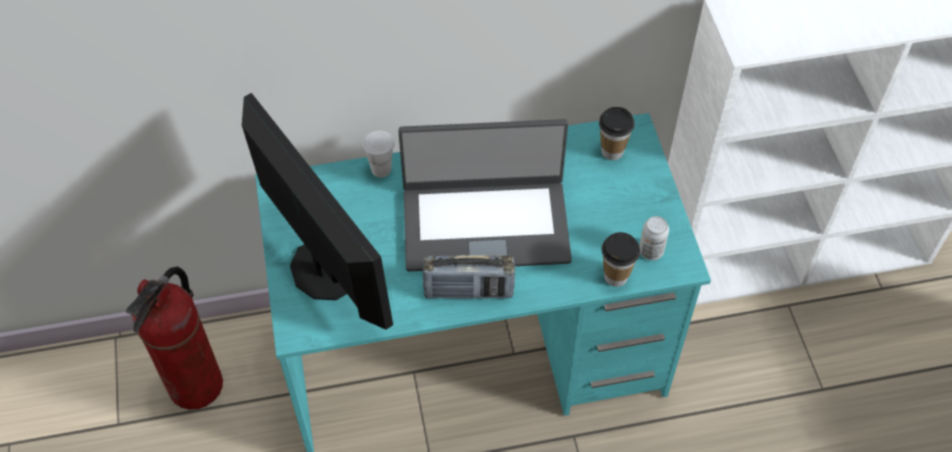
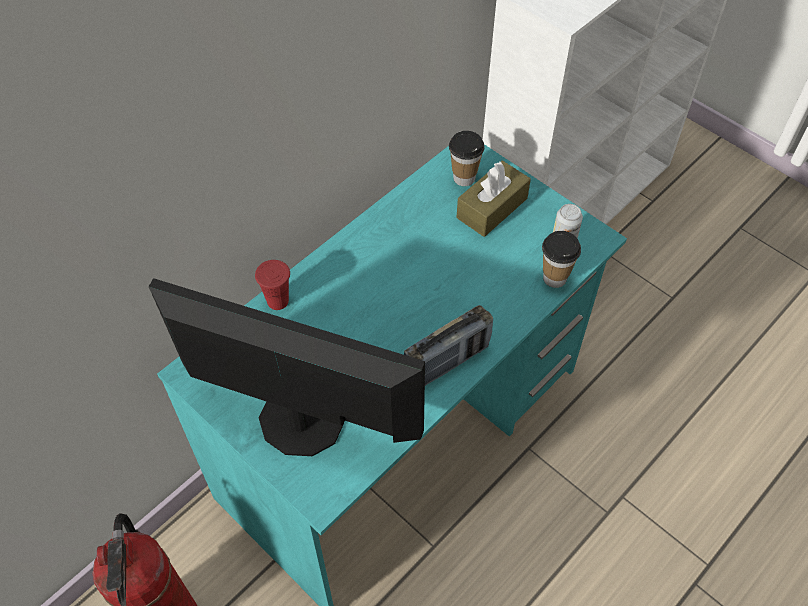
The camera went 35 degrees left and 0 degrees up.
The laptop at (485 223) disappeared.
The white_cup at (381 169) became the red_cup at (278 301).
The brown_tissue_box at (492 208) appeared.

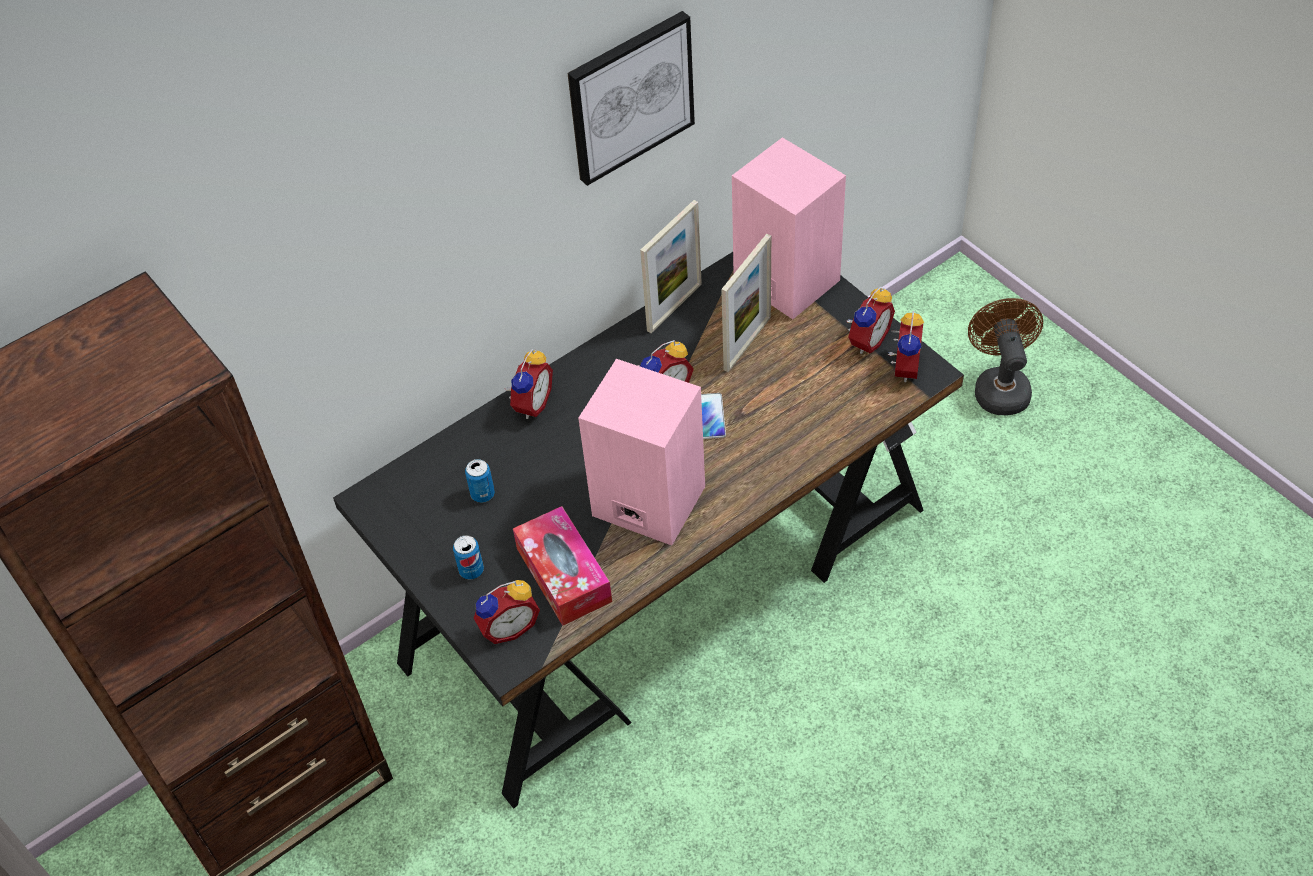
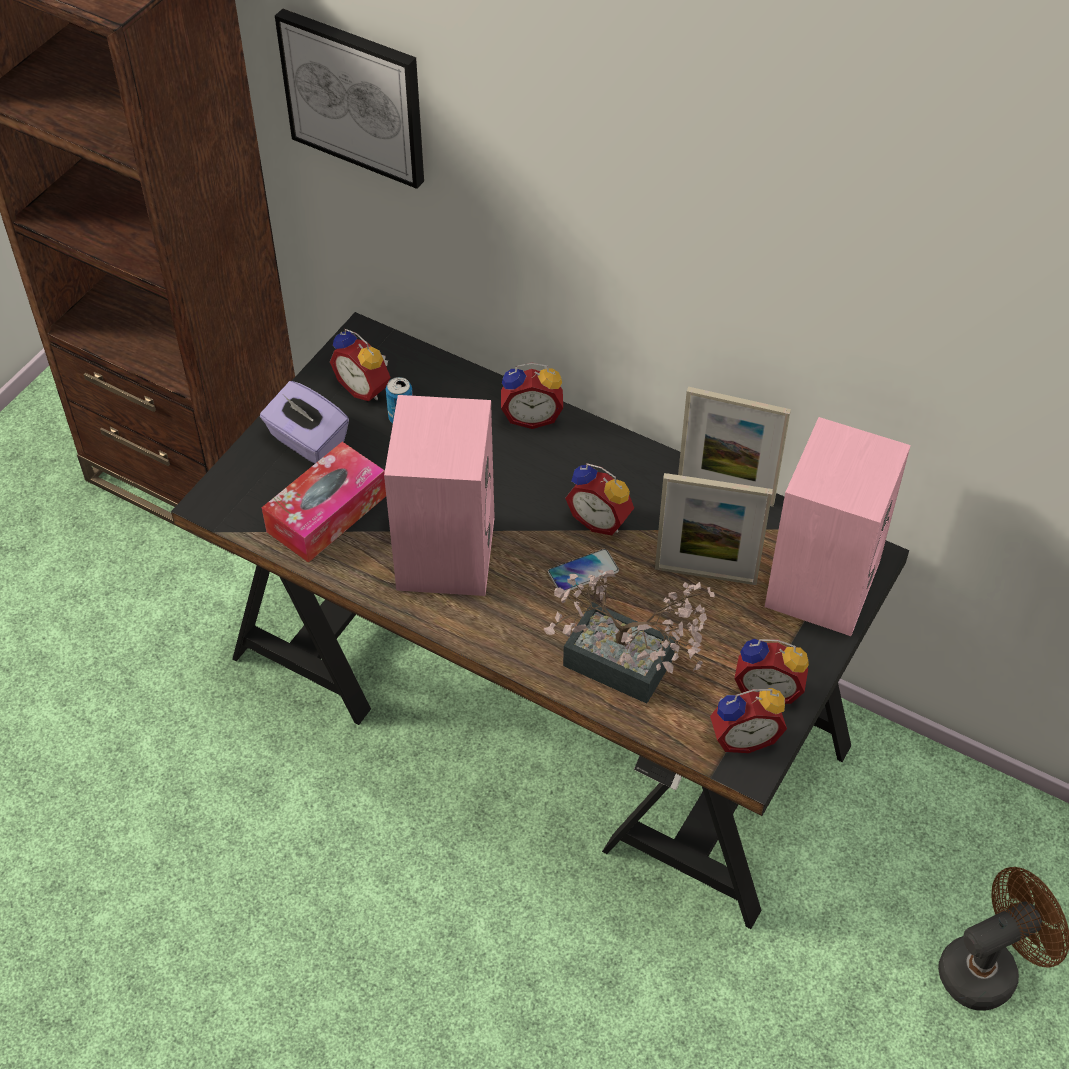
The camera went 65 degrees right and 0 degrees up.
The picture moved from (630 96) to (355 96).
The can at (471 570) was replaced by the purple_tissue_box at (307 440).
The alarm_clock moved from (508 626) to (365 387).
The potted_plant at (629 668) appeared.

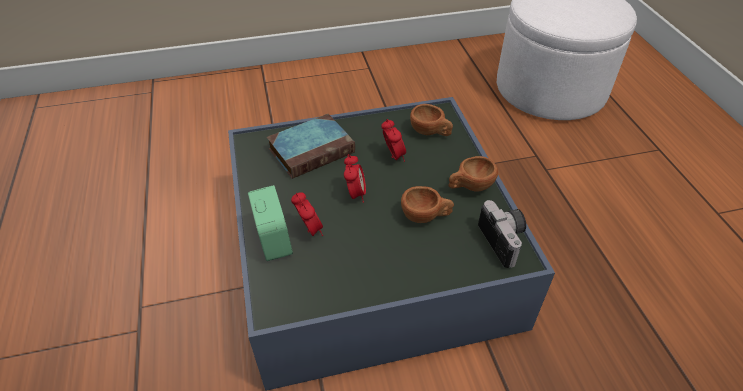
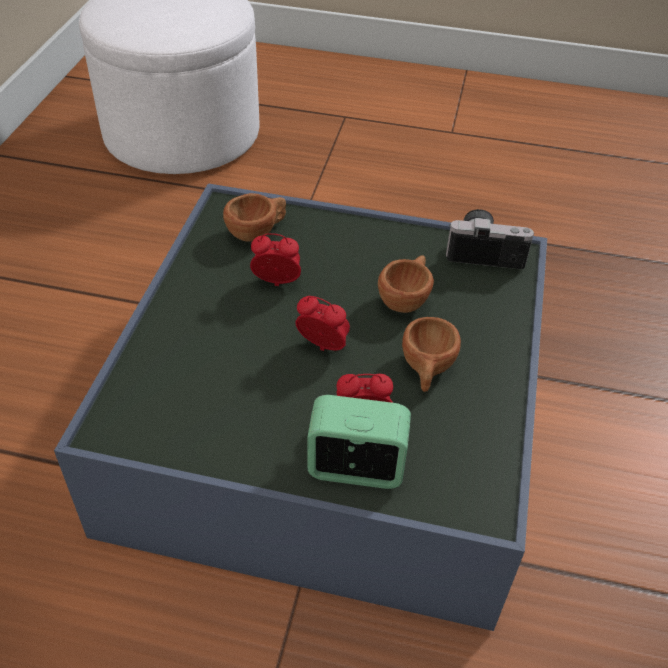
The camera went 65 degrees left and 0 degrees up.
The book at (312 149) disappeared.
The brown_cup moved from (470 186) to (427 370).

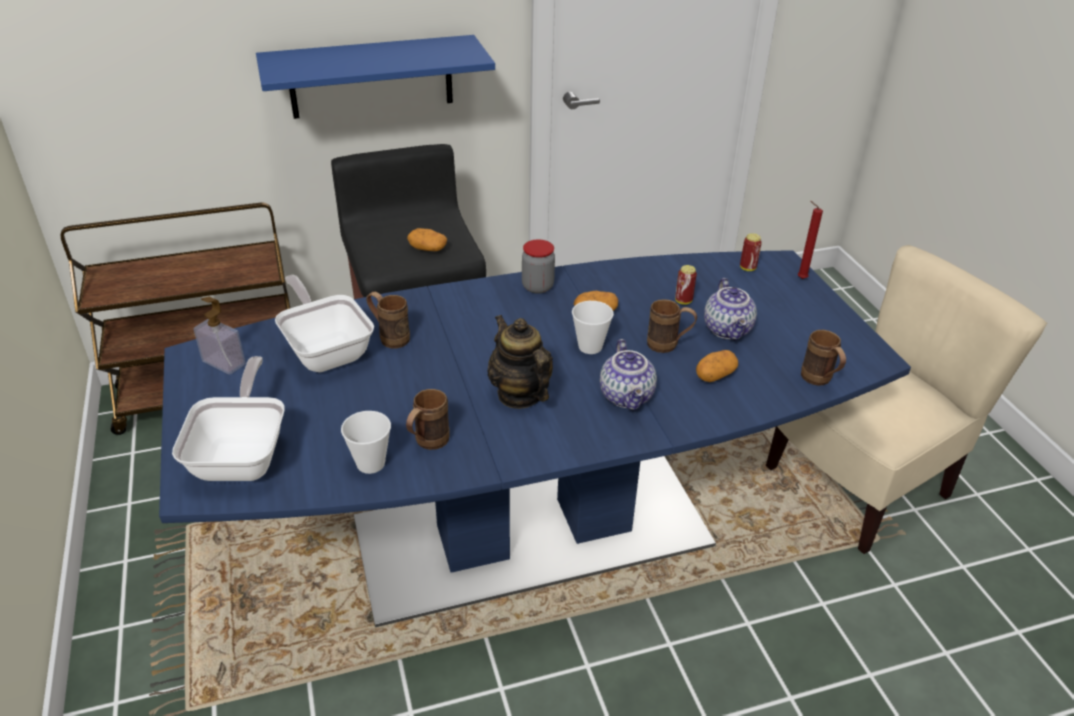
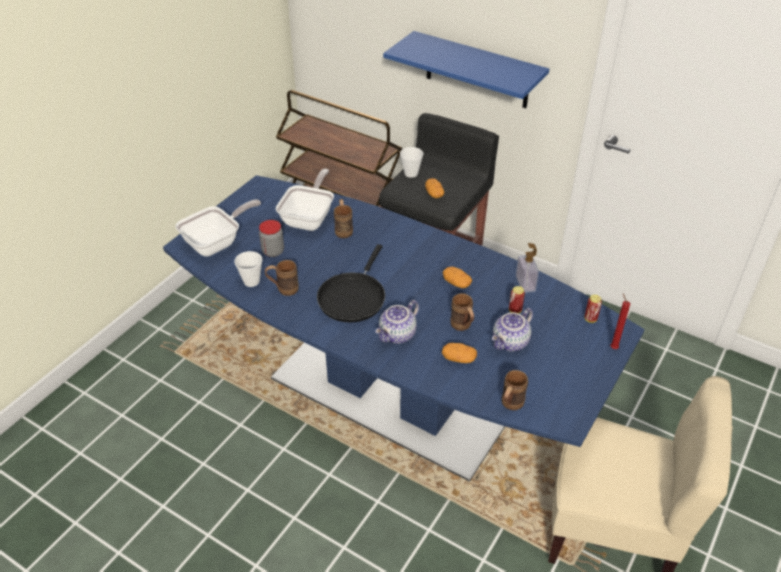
The camera went 50 degrees right and 5 degrees up.
The jar moved from (537 287) to (273 251).
The soap_dispenser moved from (224 363) to (525 283).
The cup moved from (590 347) to (411 173).
The teapot at (520 394) was replaced by the black_frying_pan at (353 297).

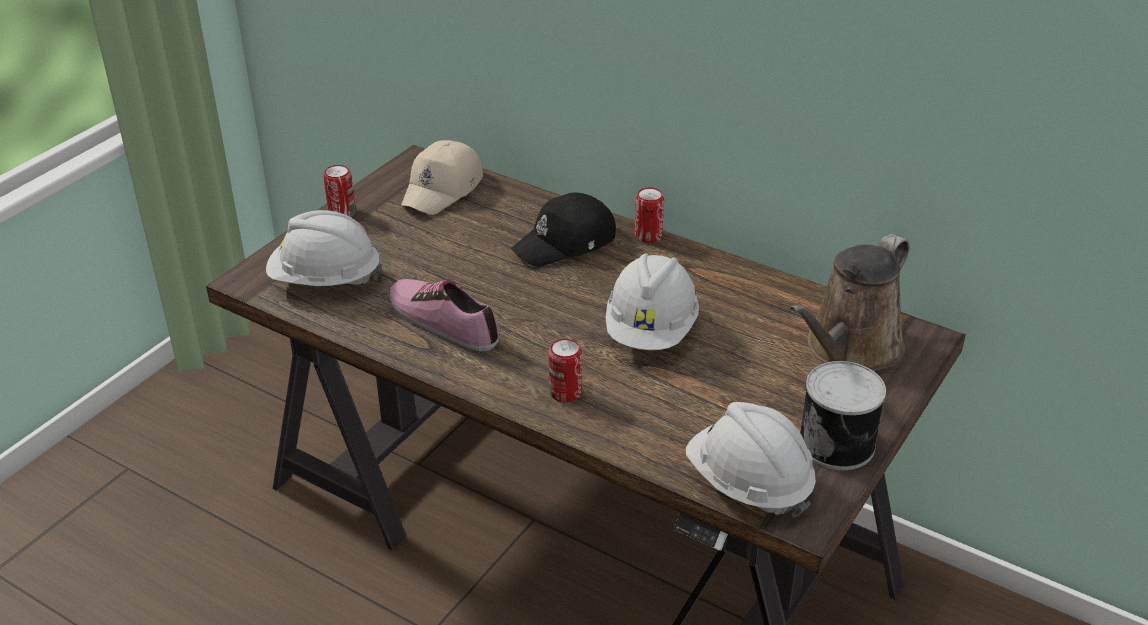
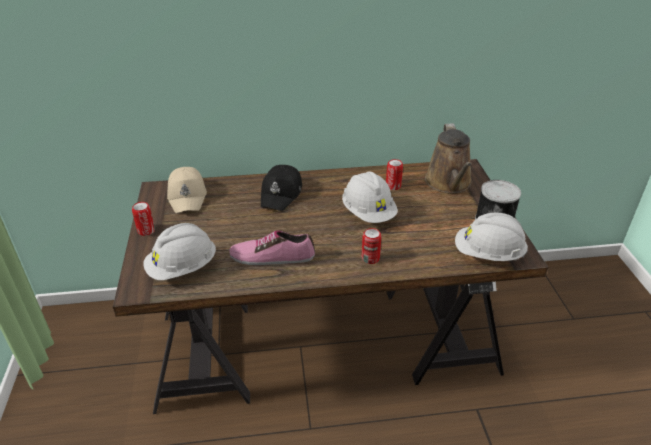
The camera went 40 degrees left and 0 degrees up.
The can moved from (648 236) to (393 186).

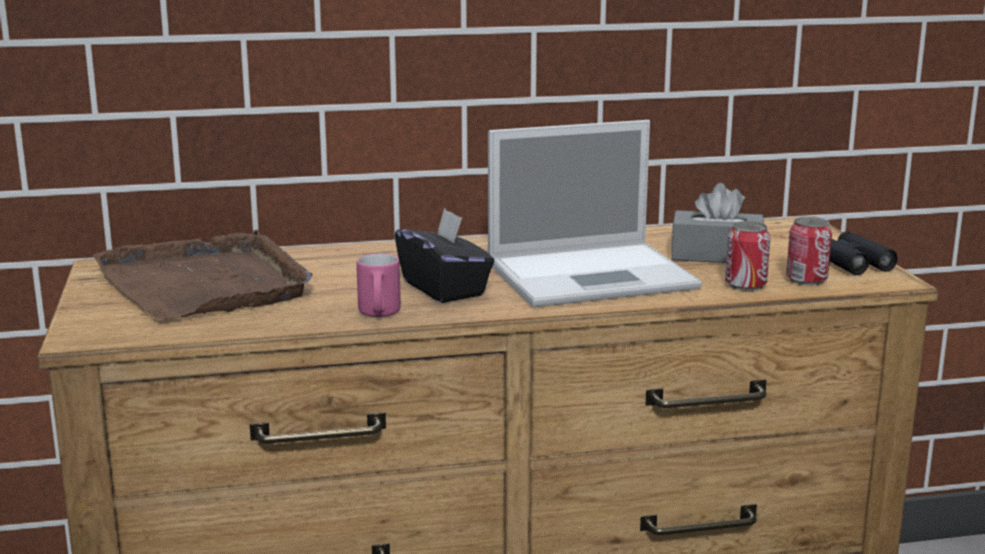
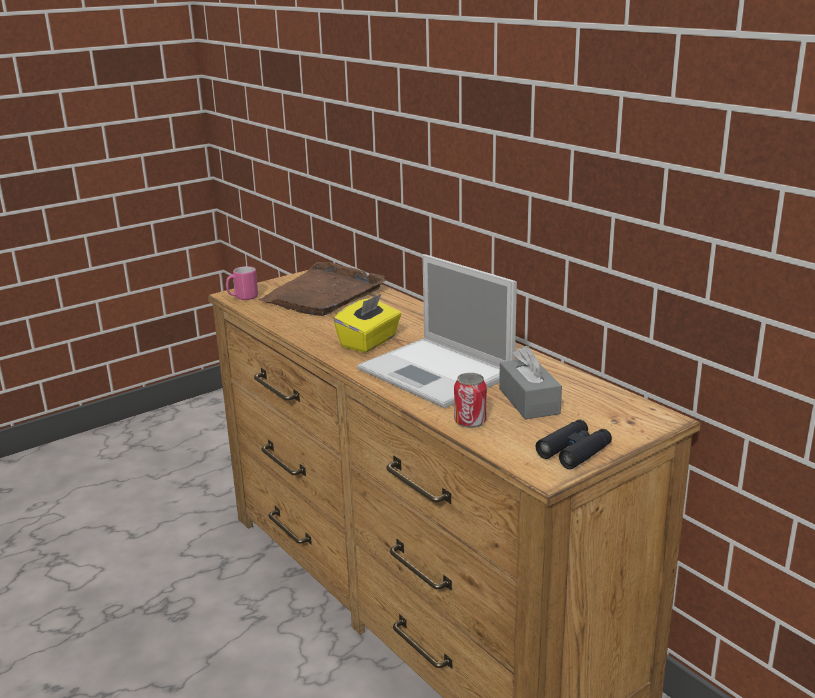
The camera went 65 degrees right and 5 degrees up.
The black_tissue_box at (444 288) became the yellow_tissue_box at (369 342).
The can at (806 280) disappeared.
The pink_mug moved from (379 314) to (242 298).

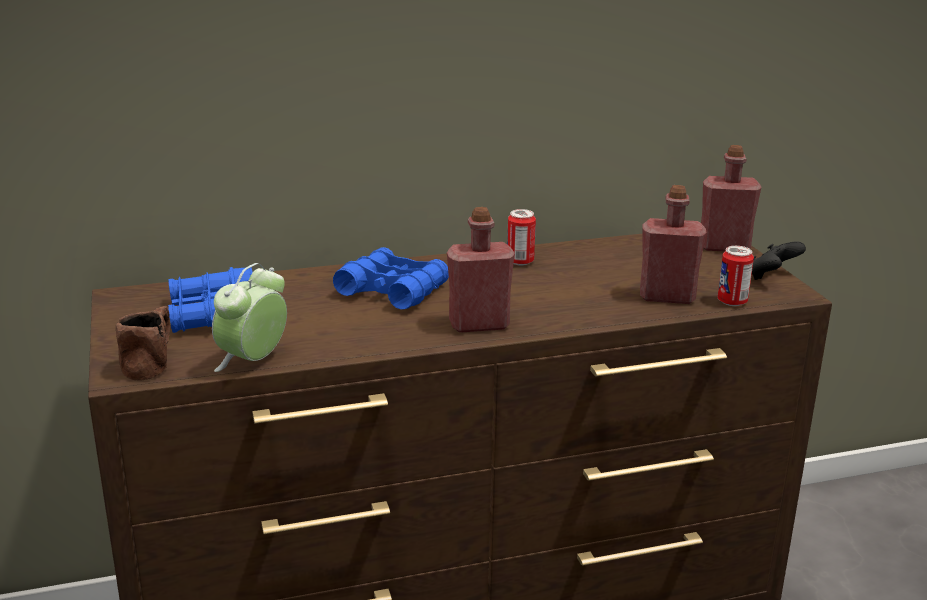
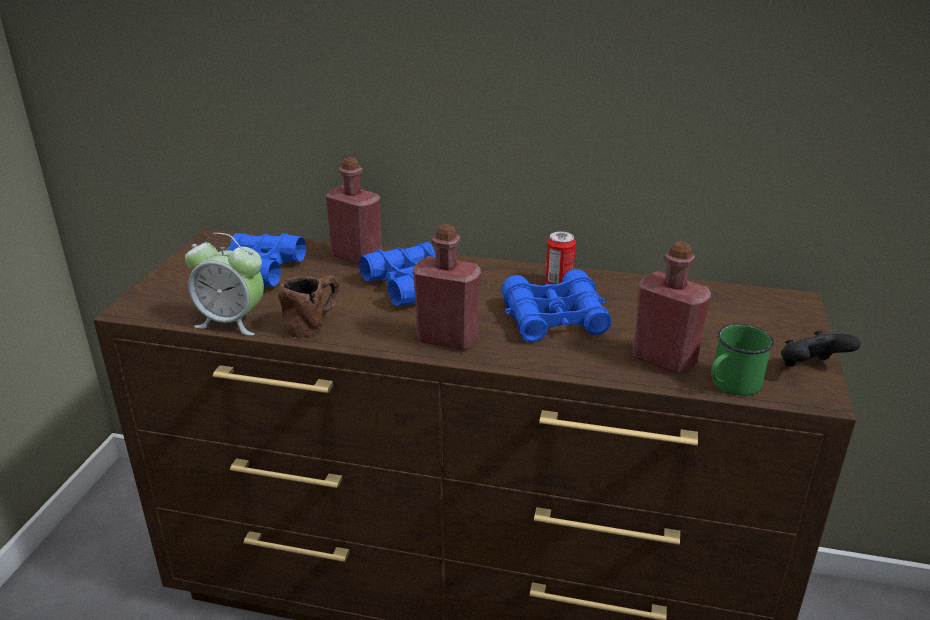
The camera went 30 degrees right and 5 degrees up.
The red_bottle moved from (724 247) to (357 257).
The can at (732 302) was replaced by the green_mug at (731 385).
The alarm_clock at (253 361) turned 135 degrees counterclockwise.
The brown_mug moved from (152 363) to (314 323).
The blue_binoculars at (554 319) appeared.

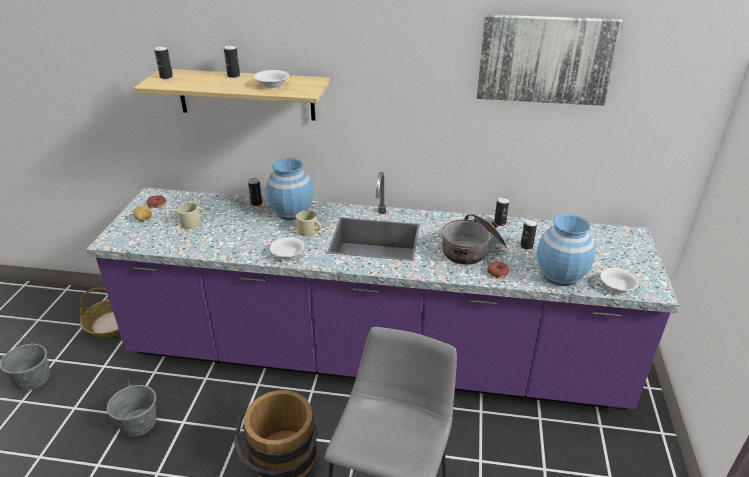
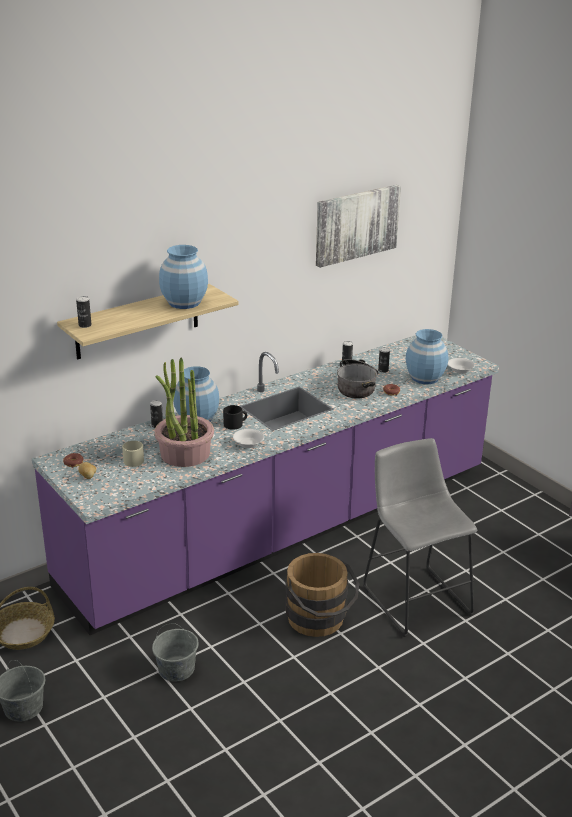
The camera went 45 degrees left and 5 degrees down.
The can at (233 75) disappeared.
The white_bowl at (272 85) was replaced by the blue_vase at (184 302).
The beige_mug at (310 231) became the black_mug at (235 424).
The potted_plant at (184 454) appeared.

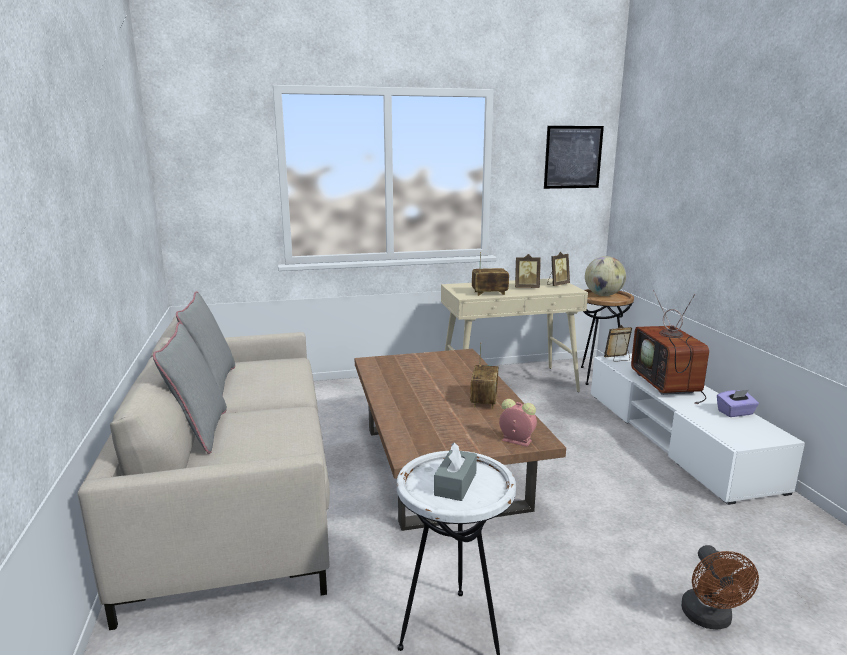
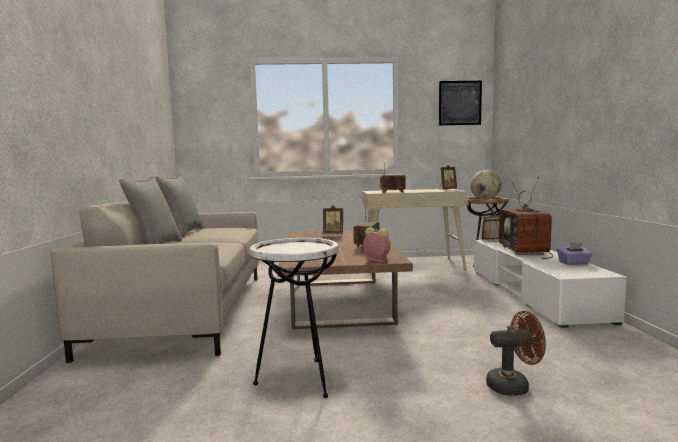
The camera went 10 degrees right and 10 degrees down.
The picture_frame moved from (526 288) to (333 234).
The grey_tissue_box at (455 484) disappeared.
The brown_fan at (709 619) turned 105 degrees counterclockwise.

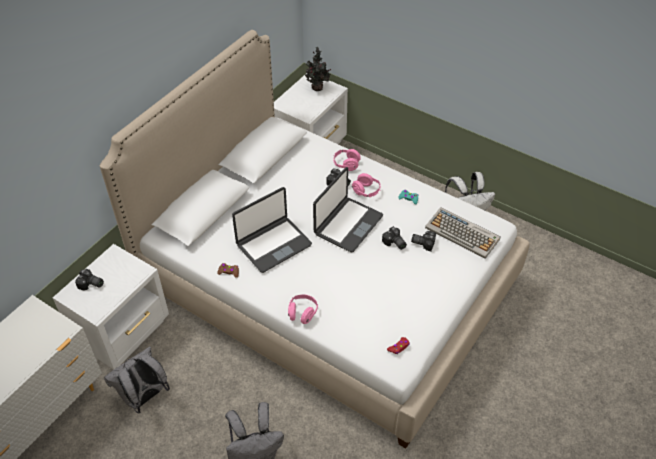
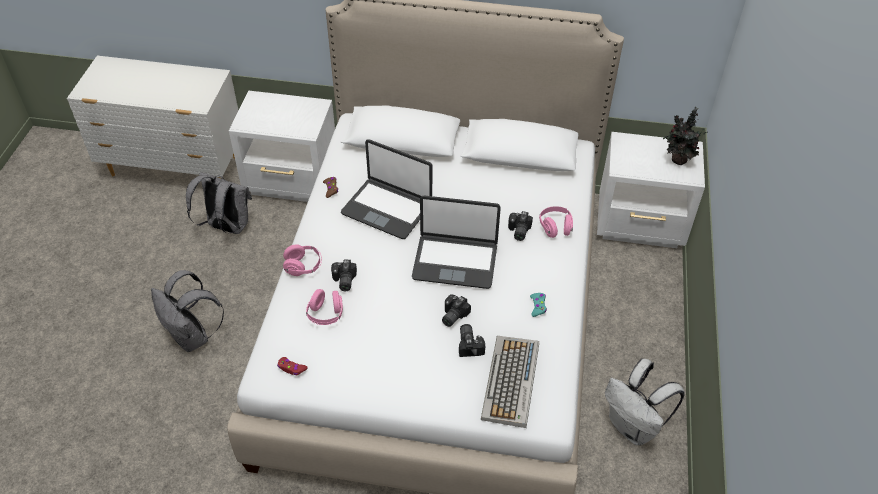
The camera went 65 degrees right and 0 degrees up.
The pink_headphones moved from (366 191) to (326 314).
The photo_camera moved from (91 284) to (343 281).

